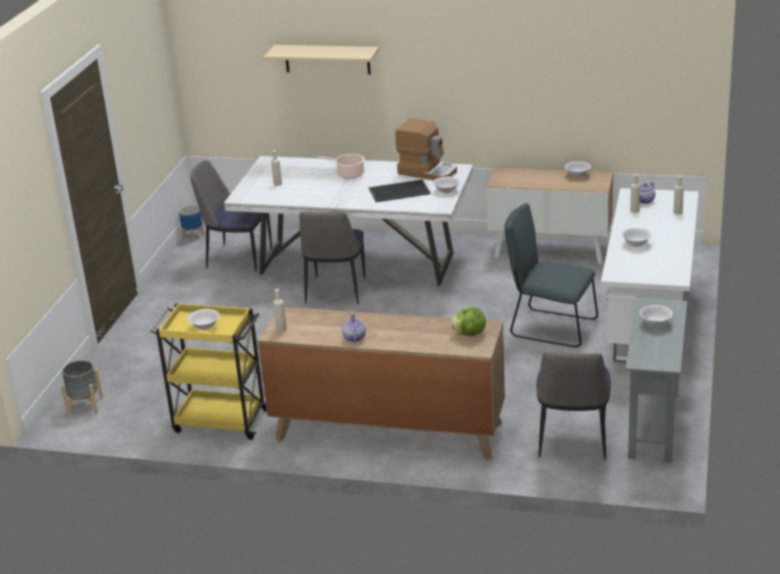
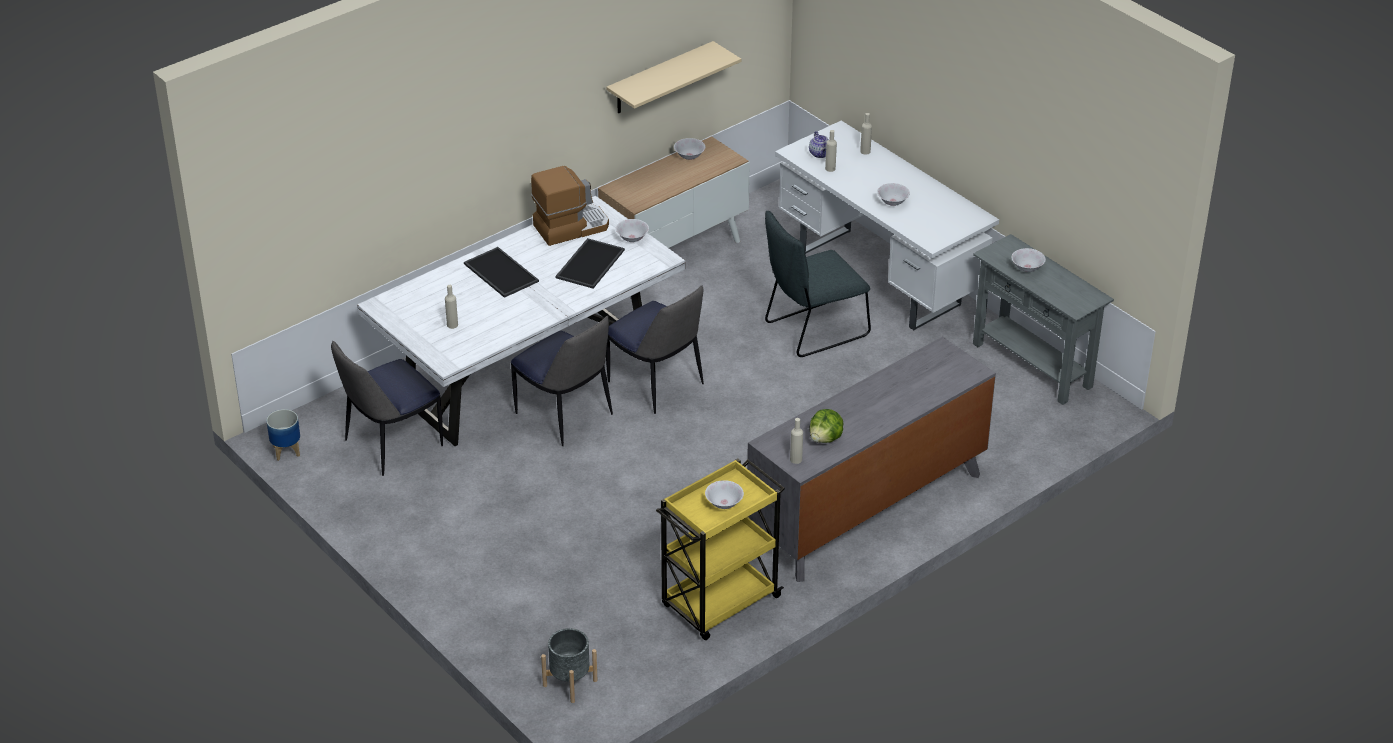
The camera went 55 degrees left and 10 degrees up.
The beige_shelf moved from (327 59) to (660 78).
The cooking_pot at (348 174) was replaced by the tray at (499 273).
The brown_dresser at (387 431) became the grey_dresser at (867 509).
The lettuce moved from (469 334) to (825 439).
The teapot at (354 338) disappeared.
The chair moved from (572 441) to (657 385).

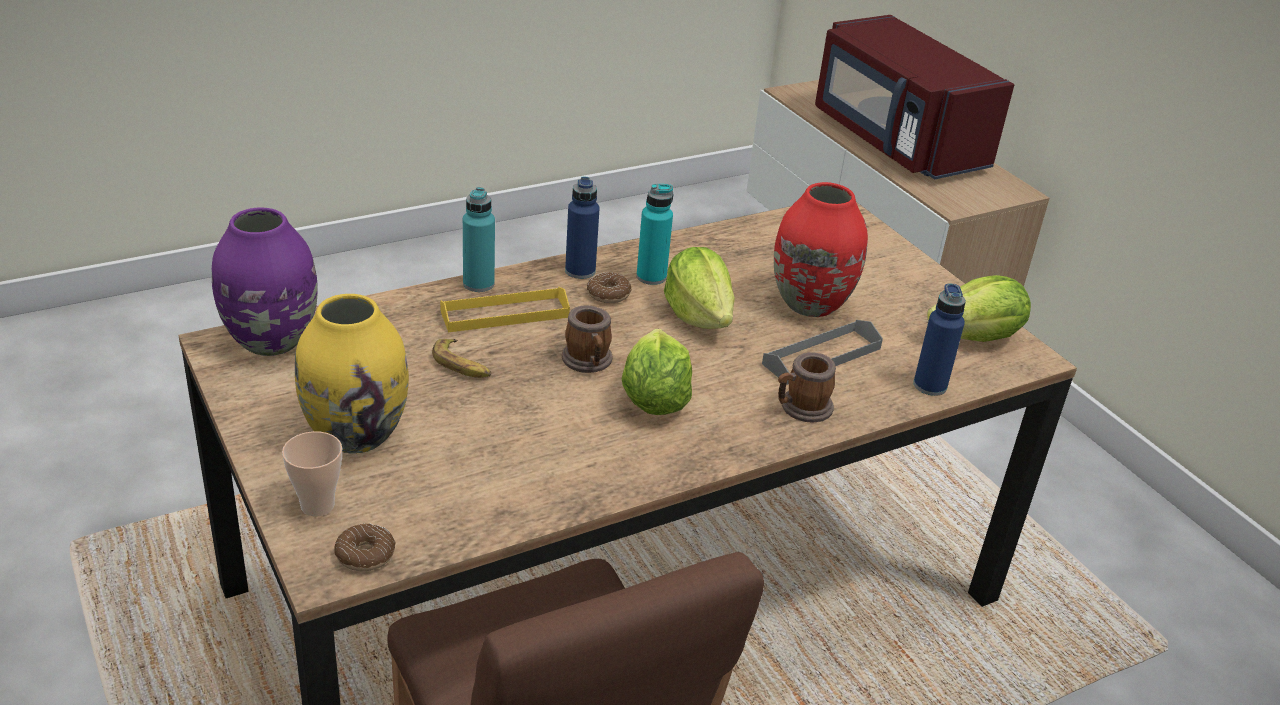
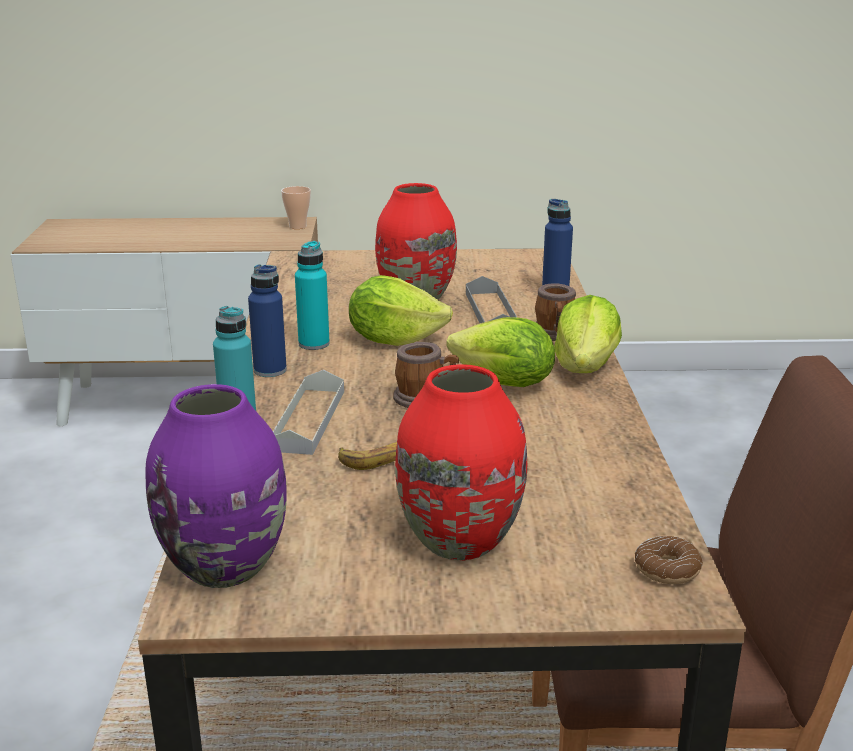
The camera went 60 degrees left and 10 degrees down.
The red_microwave at (895 141) disappeared.
The donut at (608 294) disappeared.
The lettuce moved from (977 338) to (586 367).
The yellow_tray at (505 314) became the grey_tray at (308 420).
The yellow_vase at (356 434) became the red_vase at (458 540).
The cup moved from (317 505) to (297 226).

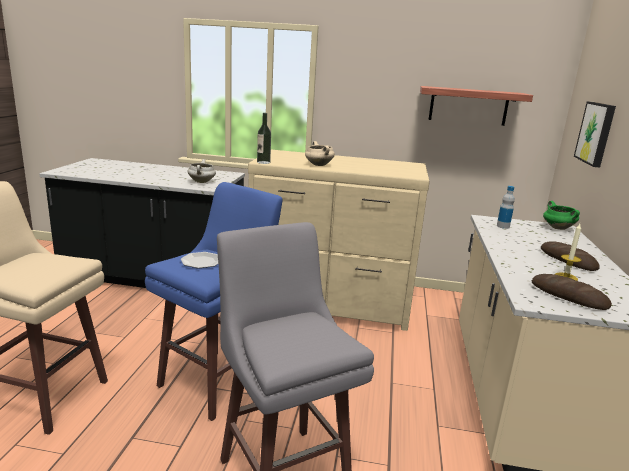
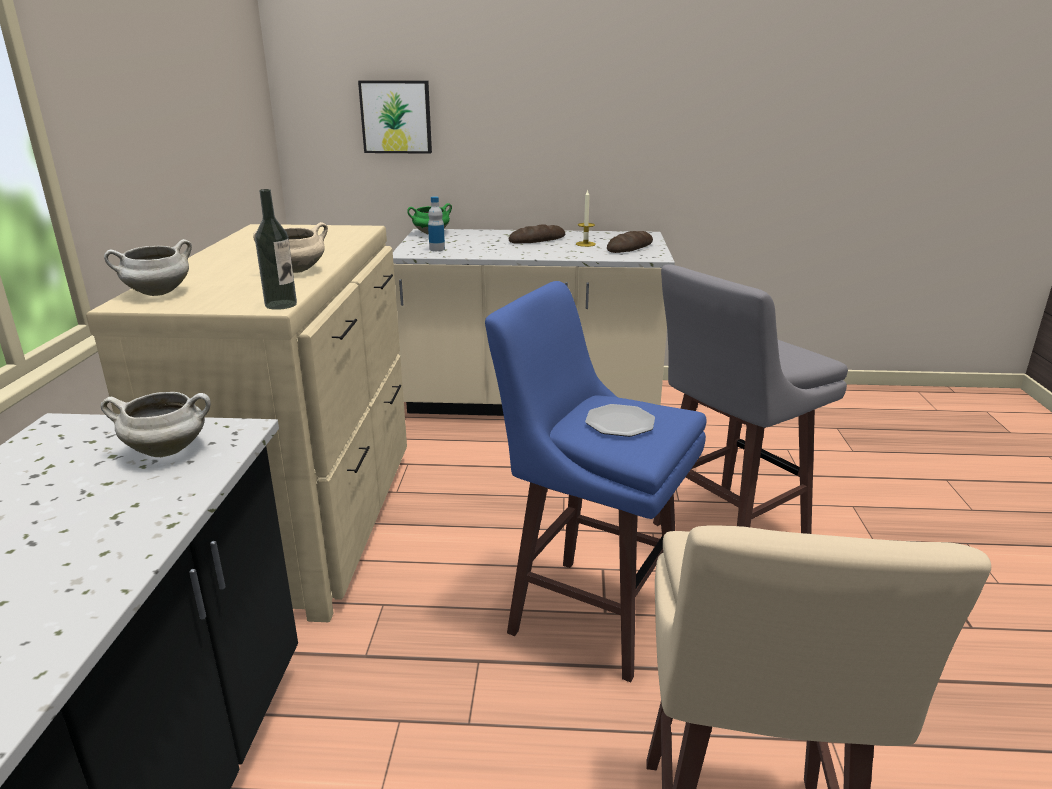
The camera went 95 degrees left and 5 degrees up.
The shelf at (468 106) disappeared.
The white_cooking_pot at (157 293) appeared.

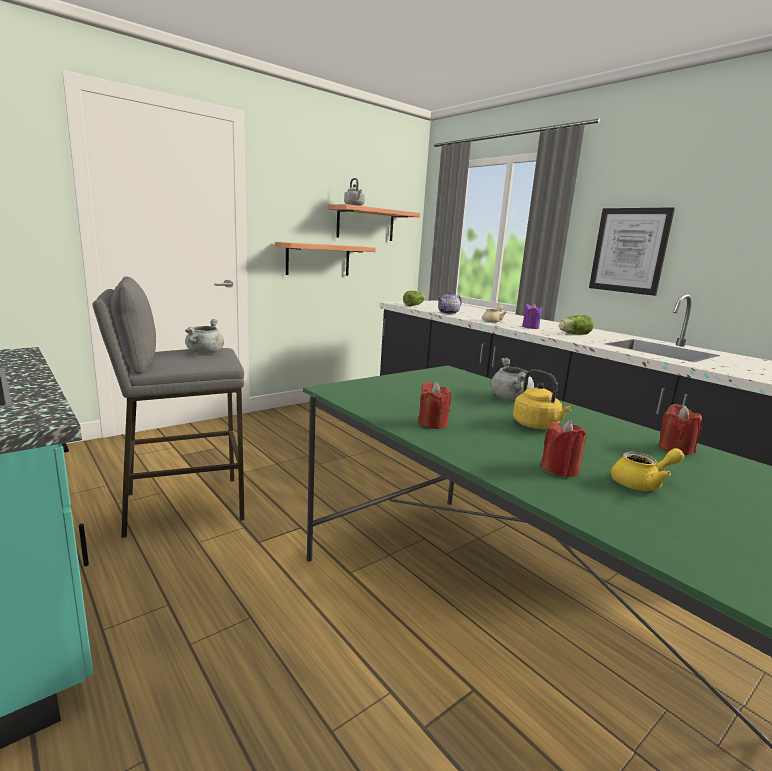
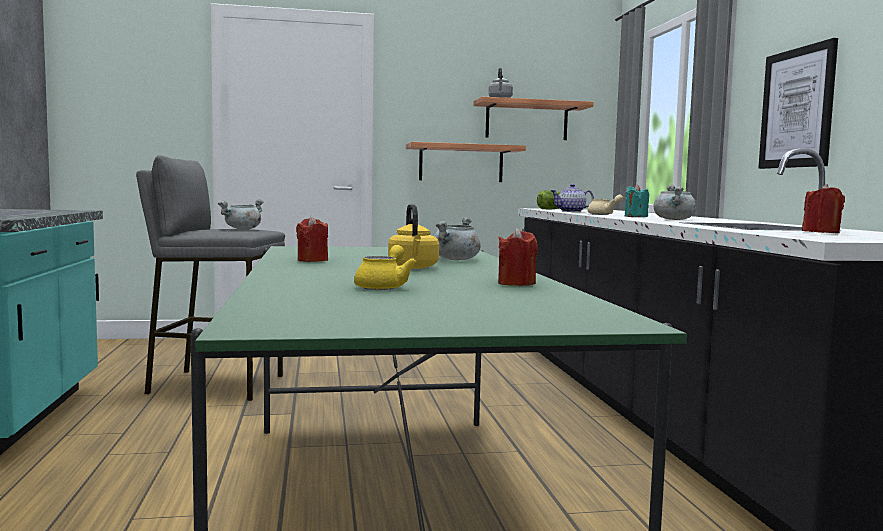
The camera went 30 degrees right and 10 degrees down.
The purple_candle at (530 327) became the turquoise_candle at (635 216).
The lettuce at (573 334) was replaced by the grey_cooking_pot at (674 219).
The red_candle moved from (560 469) to (821 232).
The yellow_teapot at (642 483) turned 90 degrees counterclockwise.

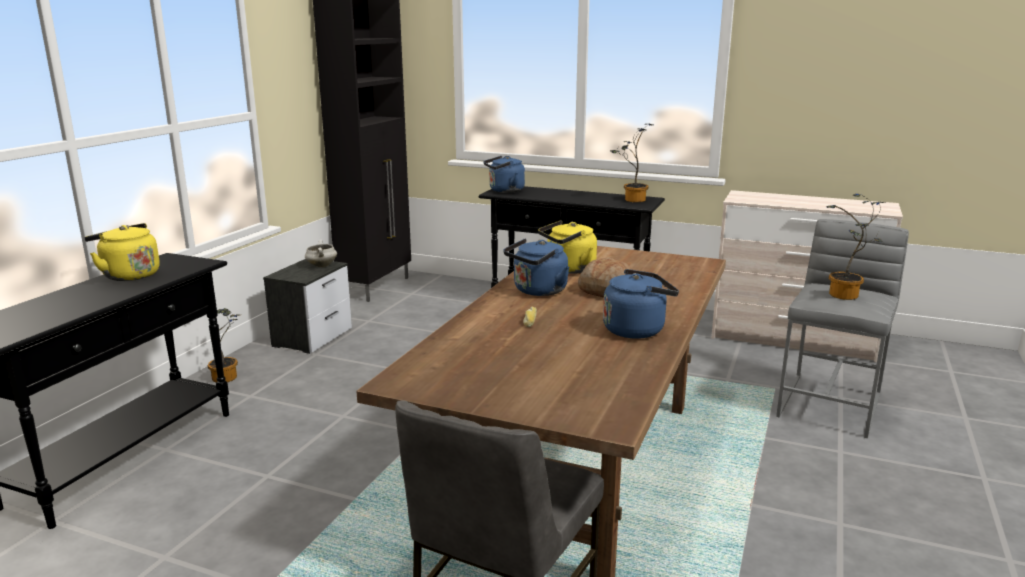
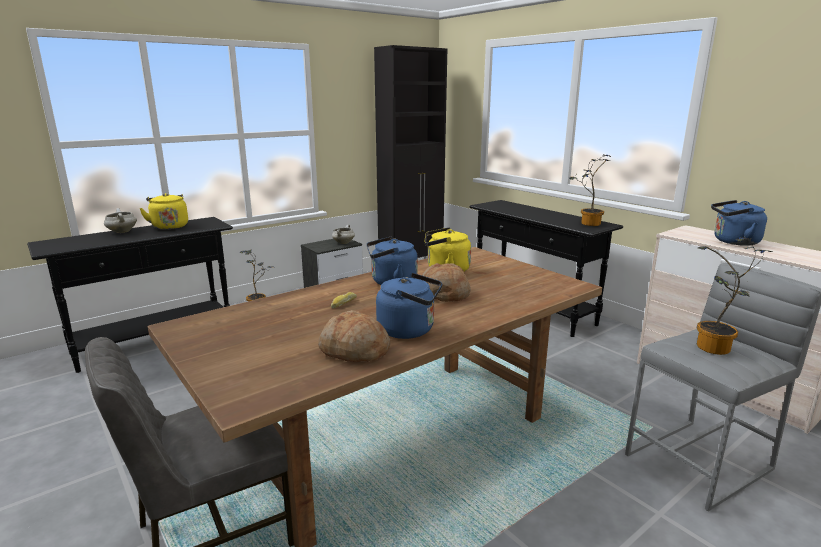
The camera went 30 degrees right and 0 degrees up.
The blue_kettle moved from (504 191) to (733 242).
The white_cooking_pot at (122 232) appeared.
The bread at (354 350) appeared.

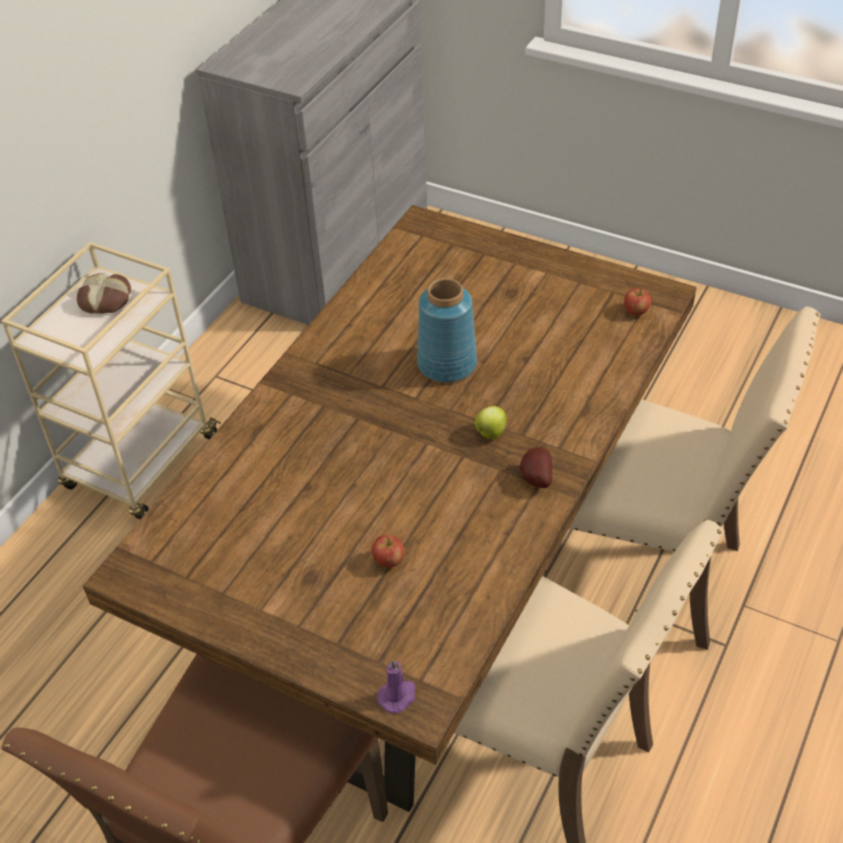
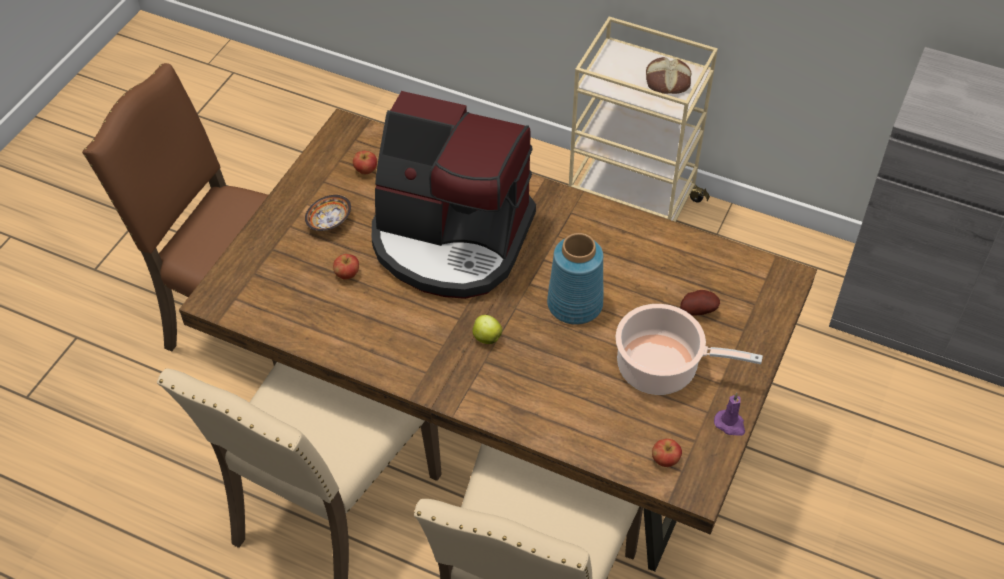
The camera went 85 degrees right and 5 degrees up.
The potato moved from (535 478) to (697 310).
The purple_candle moved from (398 696) to (730 424).
The coffee_machine at (451 240) appeared.
The apple at (365 170) appeared.
The bowl at (329 222) appeared.
The cooking_pot at (662 368) appeared.

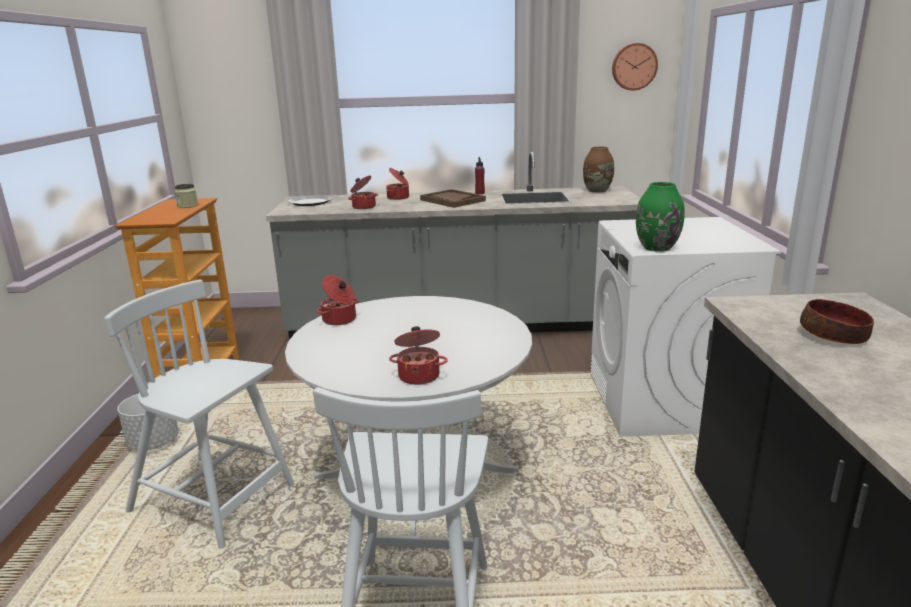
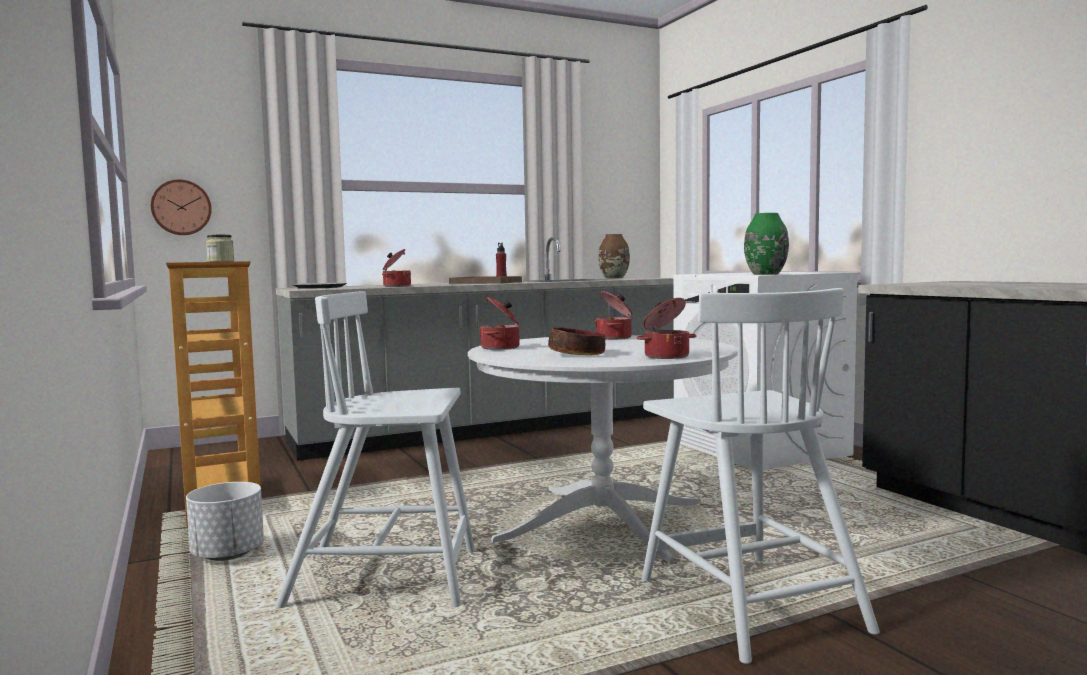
The camera went 25 degrees left and 15 degrees down.
The wall_clock moved from (634 66) to (181 207).
The cooking_pot moved from (398 198) to (615 338).
The bowl moved from (834 335) to (577 354).

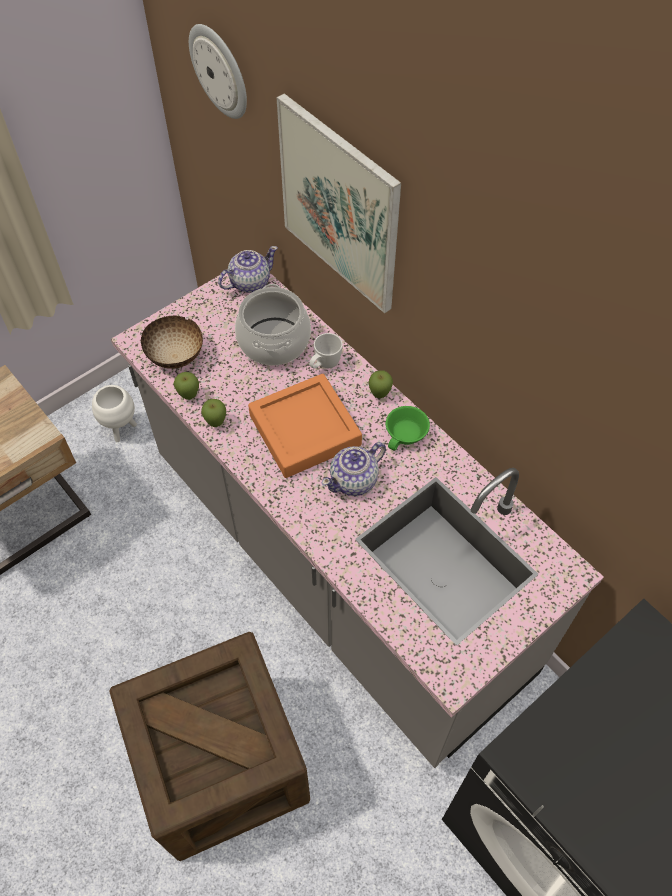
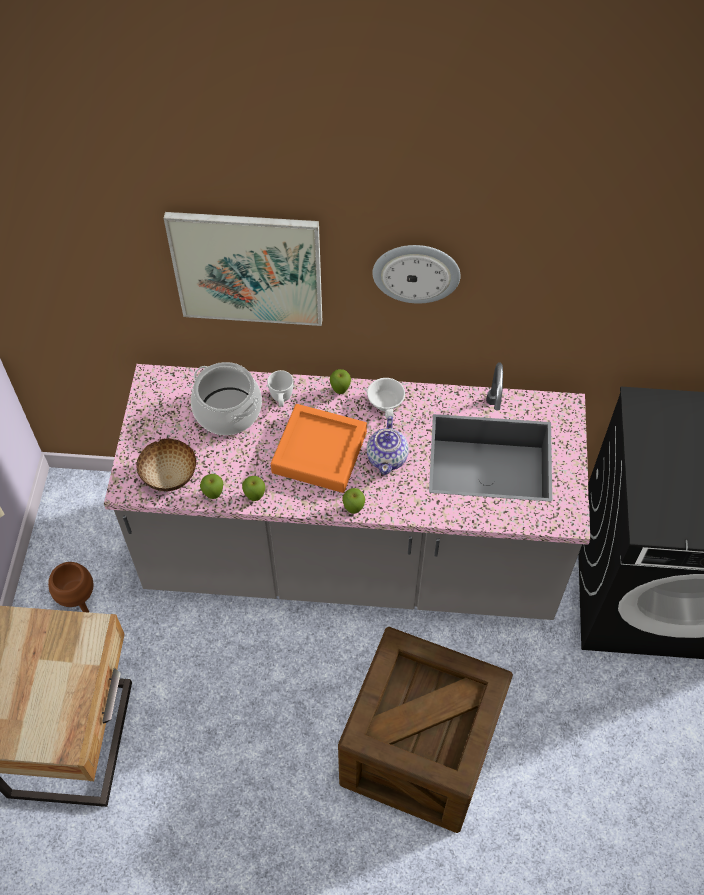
The camera went 45 degrees left and 0 degrees up.
The wall_clock moved from (220 71) to (416 272).
The teapot at (249 282) disappeared.
The white_planter at (121 429) became the brown_planter at (79 602).
The green_cup at (406 436) became the white_cup at (387 403).
The apple at (353 509) appeared.

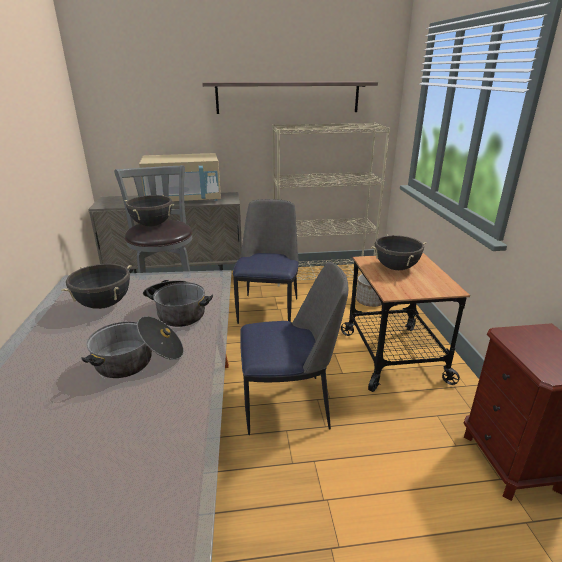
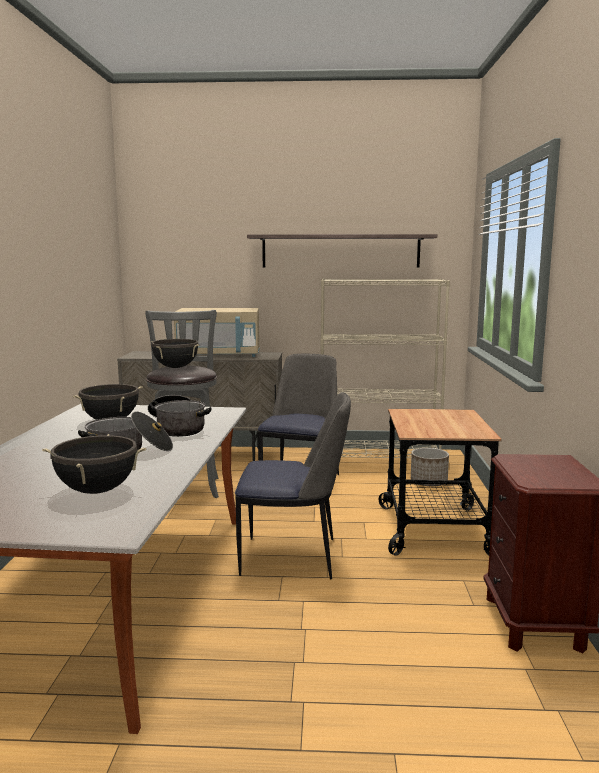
The camera went 10 degrees right and 15 degrees down.
The black_cooking_pot moved from (395 268) to (97 491).

